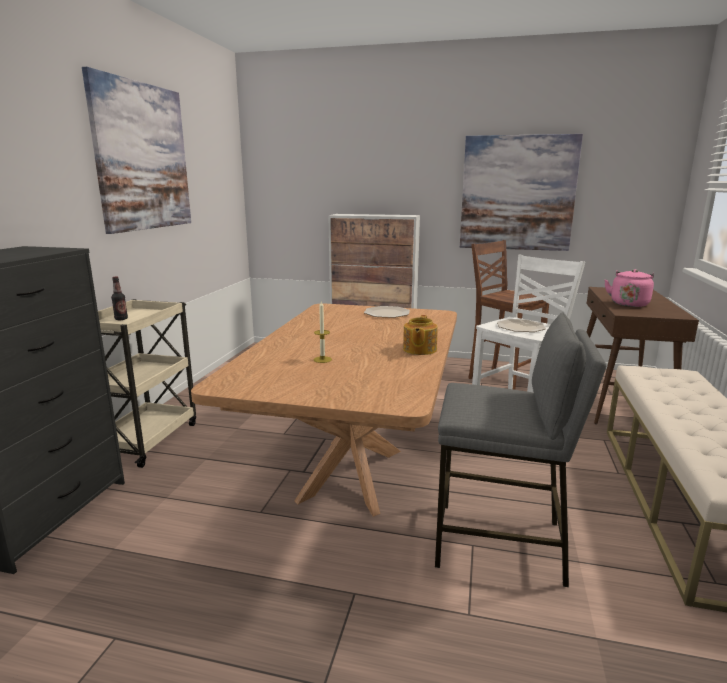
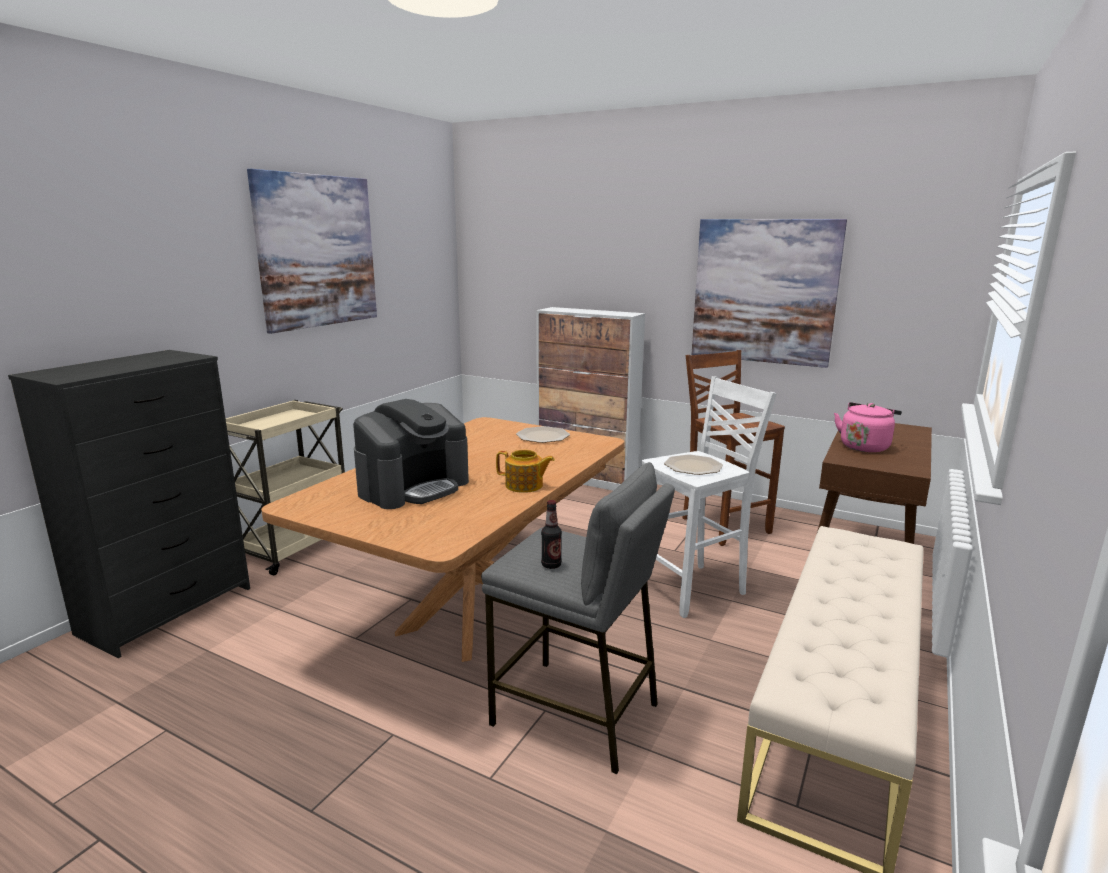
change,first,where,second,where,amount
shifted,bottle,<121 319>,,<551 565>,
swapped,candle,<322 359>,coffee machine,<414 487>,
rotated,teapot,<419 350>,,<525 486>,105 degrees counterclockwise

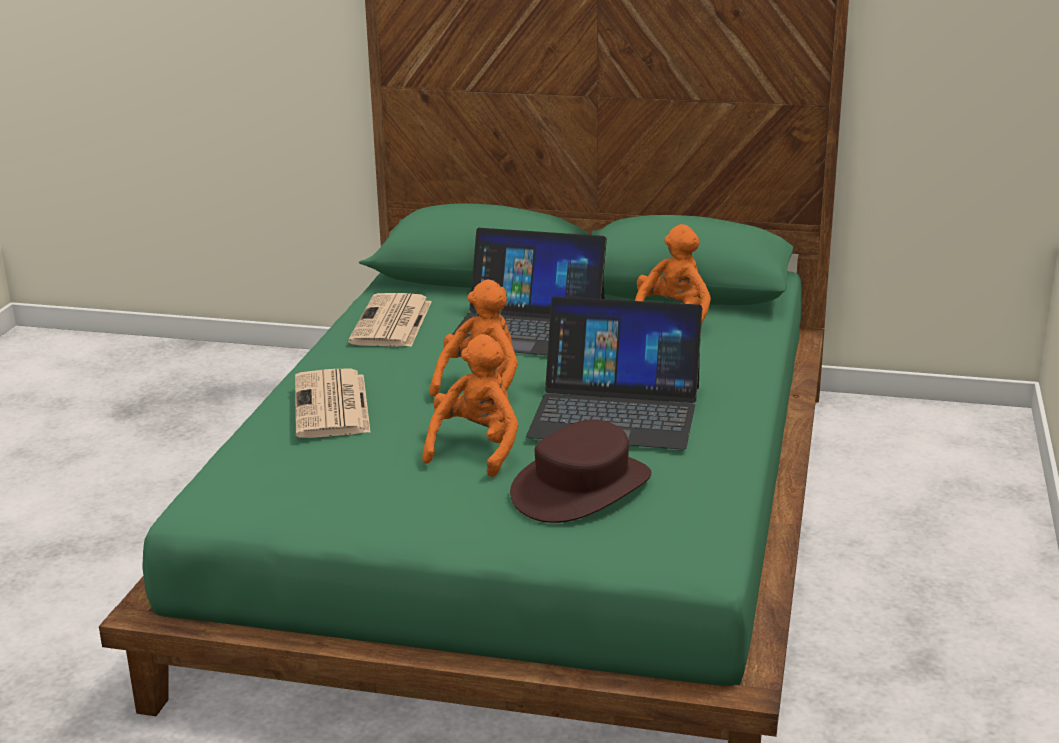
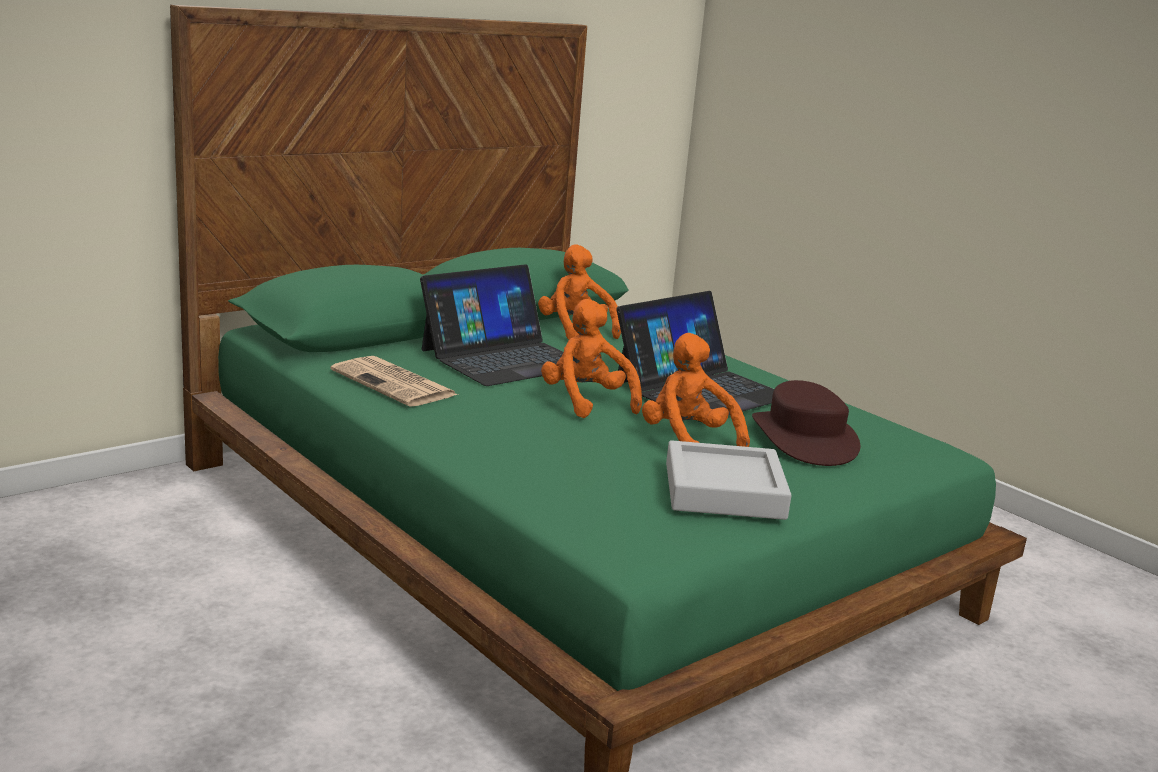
change,first,where,second,where,amount
gone,newspaper,<332 406>,,,
new,,,tray (grey),<724 491>,

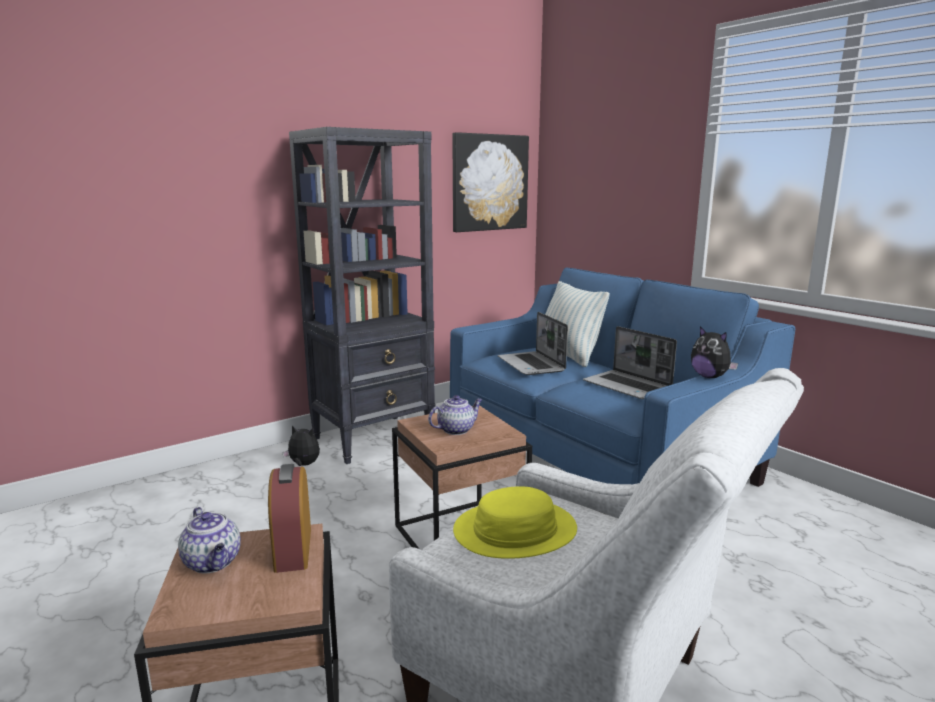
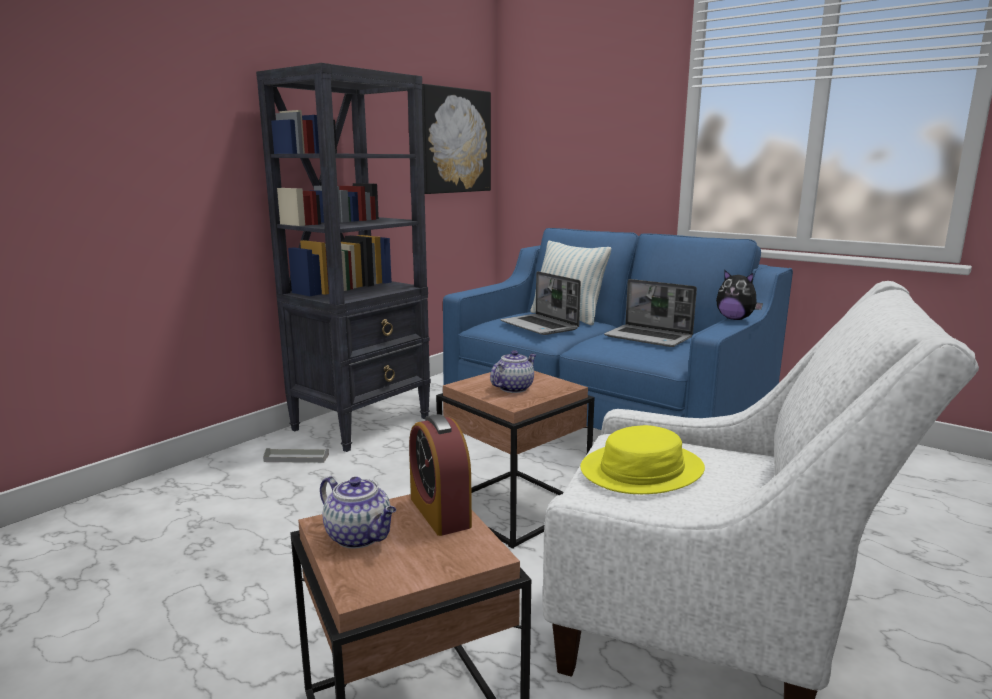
change,first,where,second,where,amount
swapped,plush toy,<303 465>,tray (grey),<296 458>,

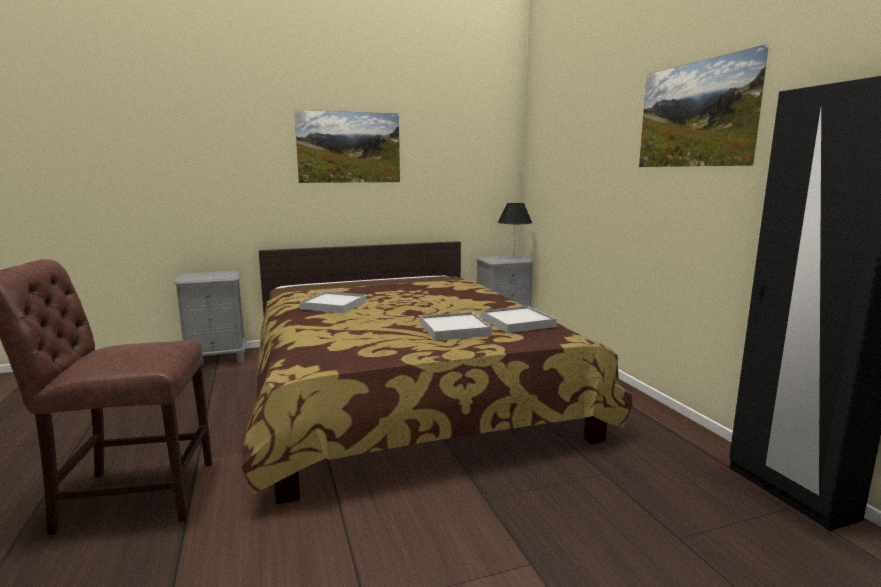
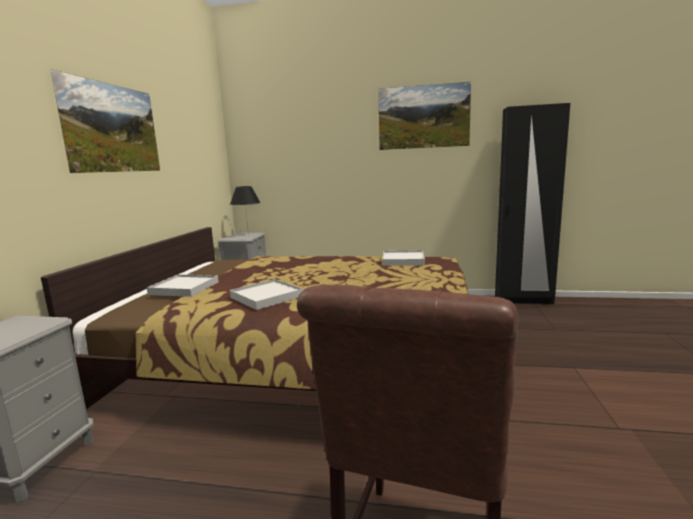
change,first,where,second,where,amount
shifted,tray (white),<454 329>,,<184 288>,

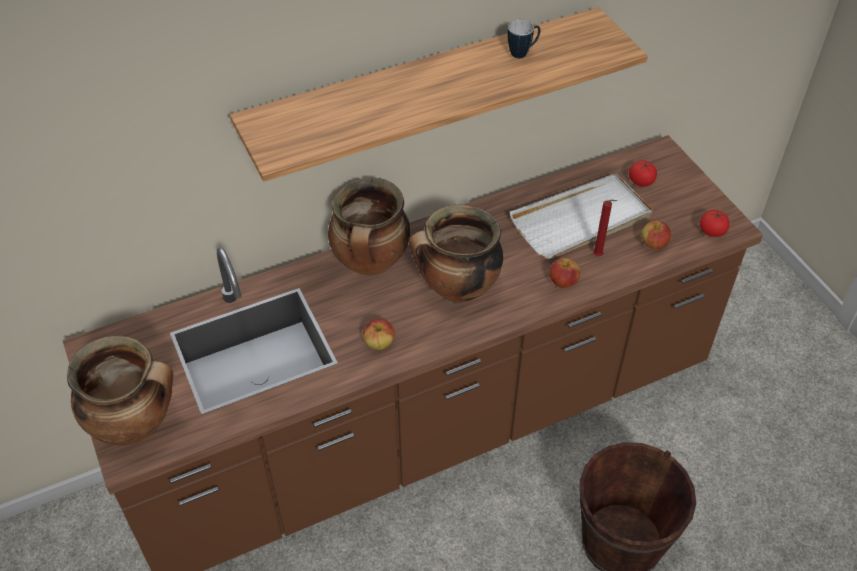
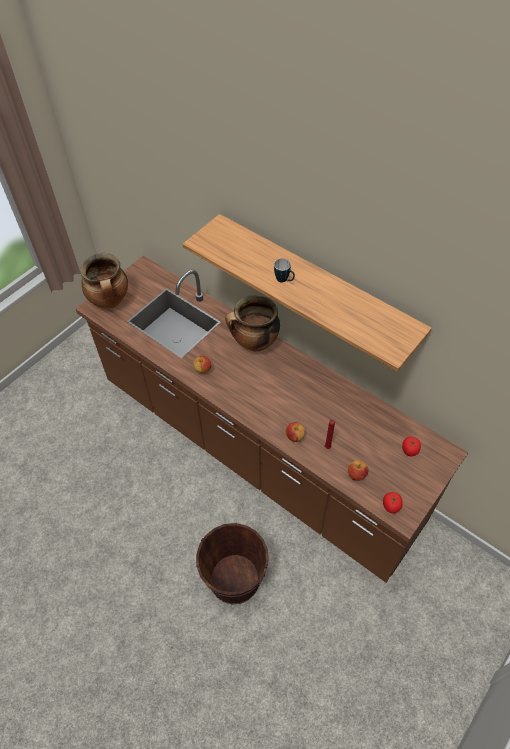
change,first,where,second,where,amount
gone,cooking pot,<457 289>,,,
gone,tray (white),<581 220>,,,
shifted,mug,<523 53>,,<284 280>,

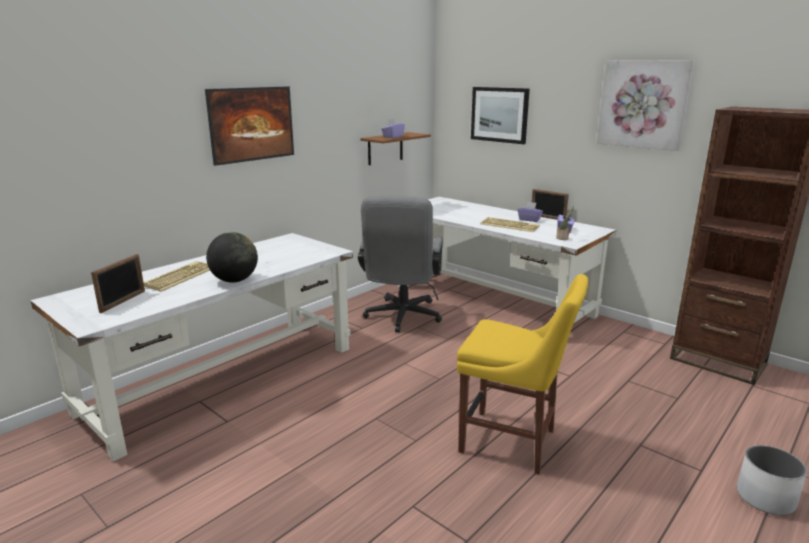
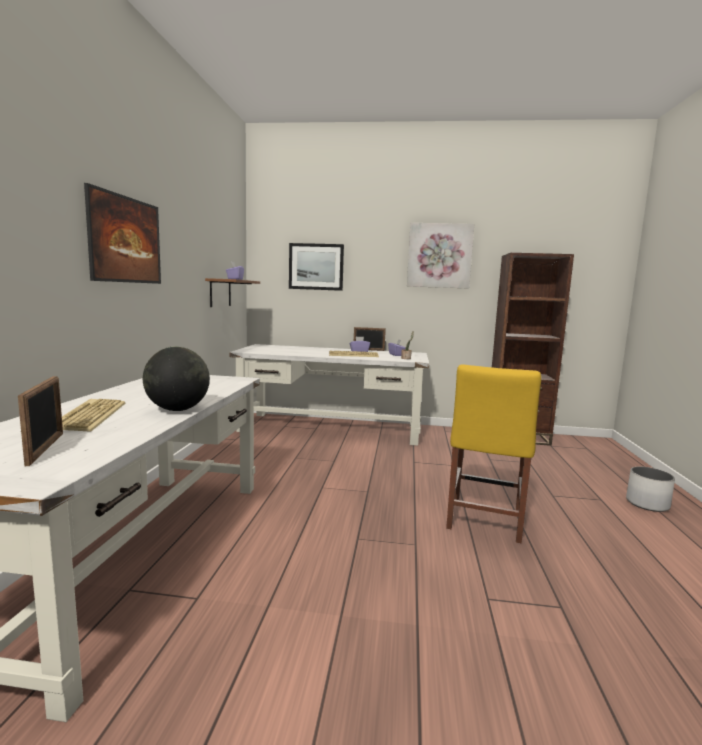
change,first,where,second,where,amount
gone,office chair (grey),<402 318>,,,
rotated,chair (yellow),<513 442>,,<483 520>,120 degrees clockwise

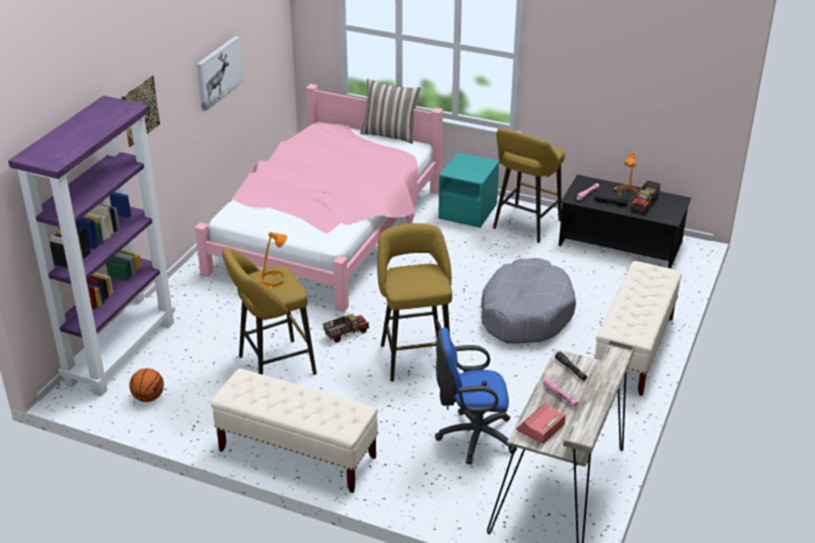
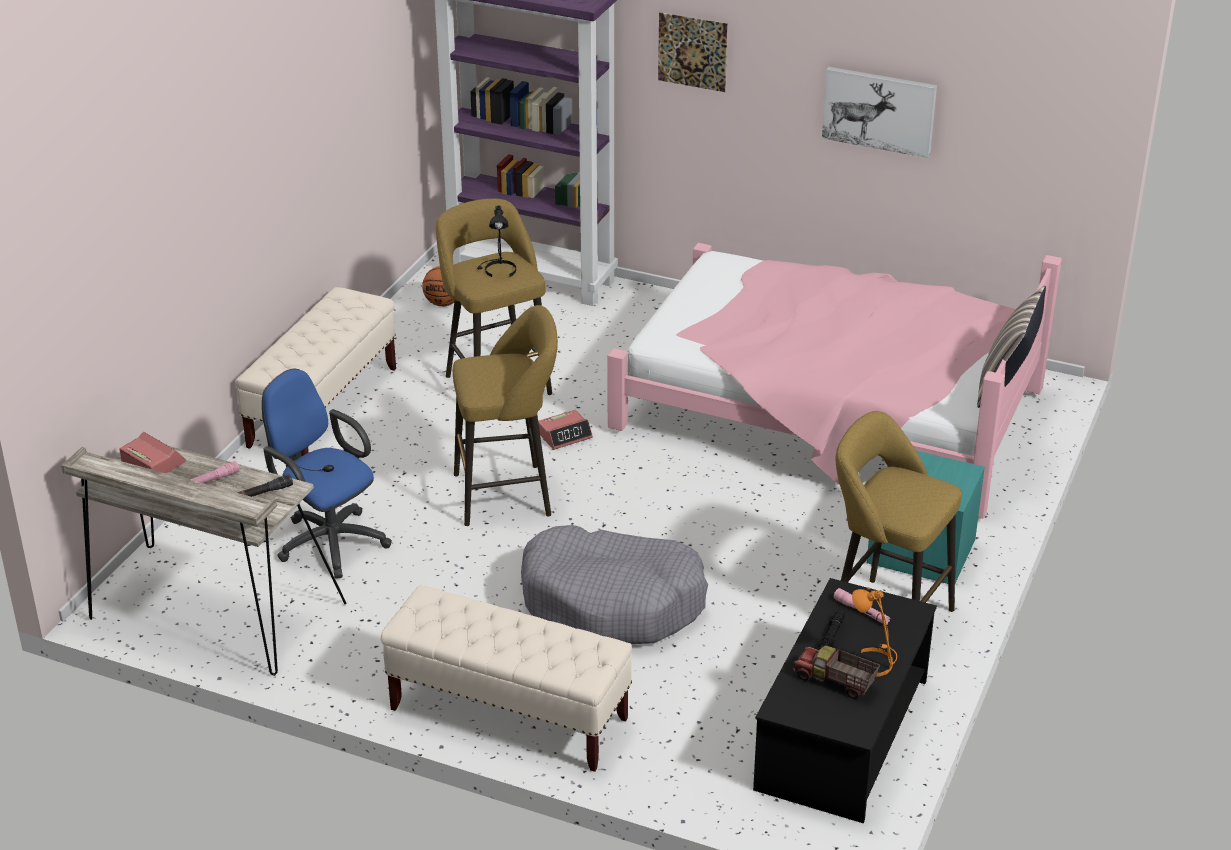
change,first,where,second,where,amount
swapped,toy truck,<345 333>,alarm clock,<565 435>,
repainted,table lamp (orange),<273 280>,table lamp (black),<498 270>,
rotated,office chair (blue),<472 437>,,<328 540>,45 degrees counterclockwise

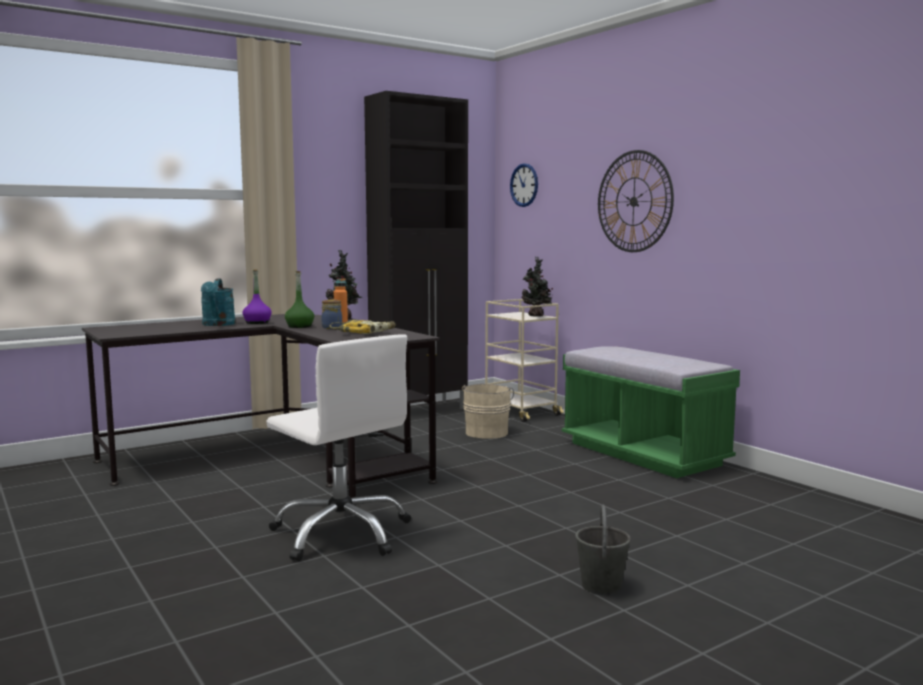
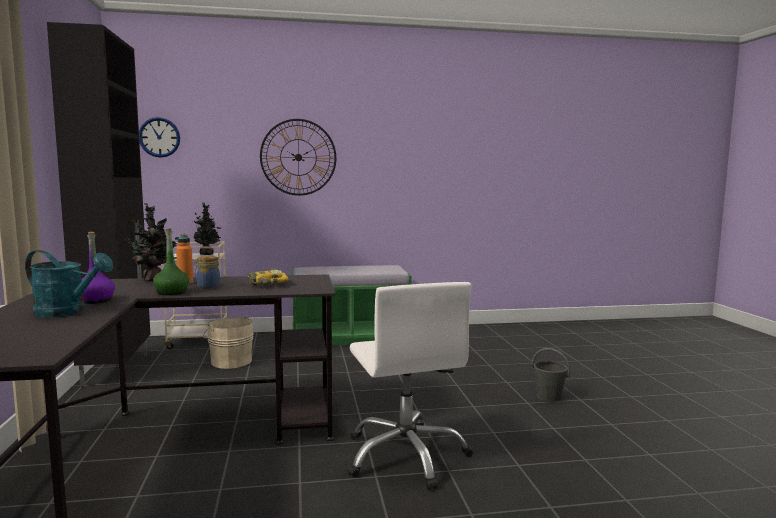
change,first,where,second,where,amount
rotated,office chair (white),<342 533>,,<406 455>,90 degrees clockwise

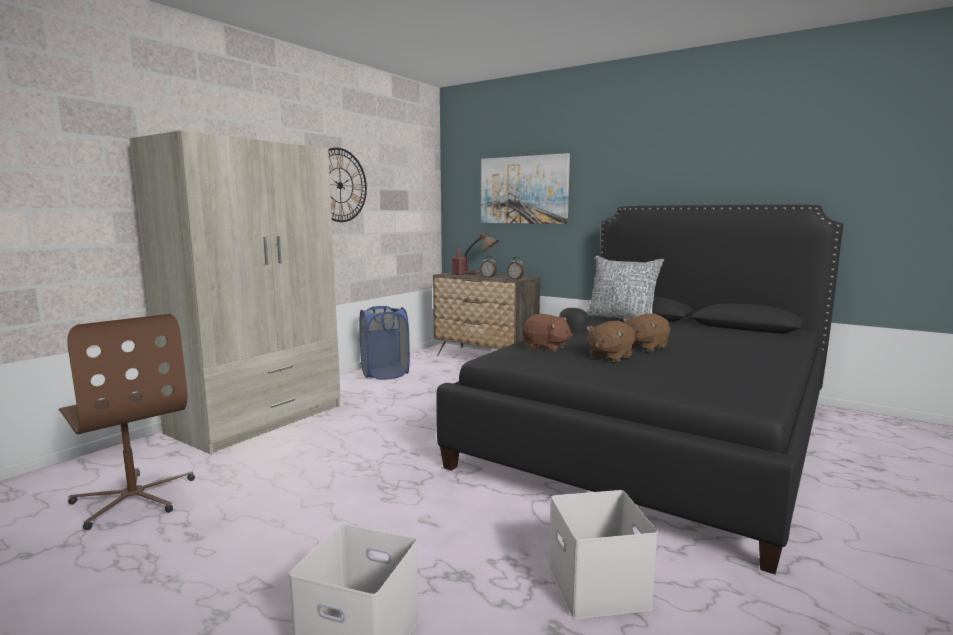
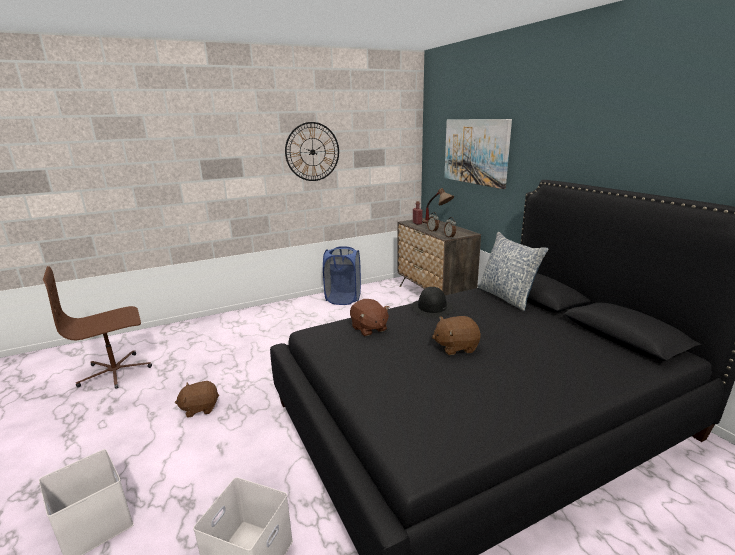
change,first,where,second,where,amount
gone,wardrobe (beige),<258 419>,,,
shifted,plush toy (brown),<609 357>,,<200 408>,
rotated,office chair (brown),<134 498>,,<115 372>,75 degrees clockwise

